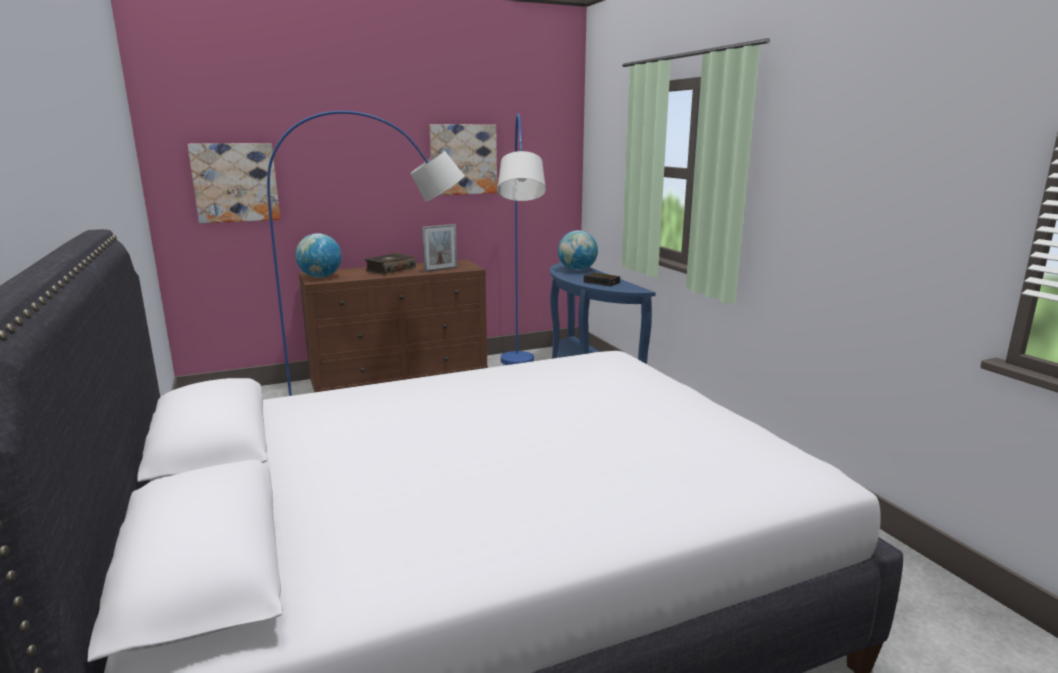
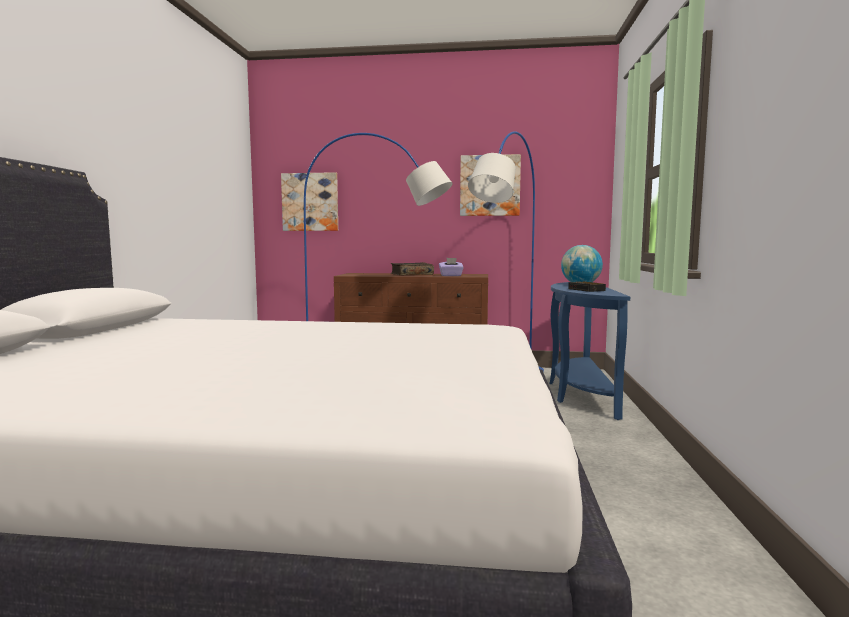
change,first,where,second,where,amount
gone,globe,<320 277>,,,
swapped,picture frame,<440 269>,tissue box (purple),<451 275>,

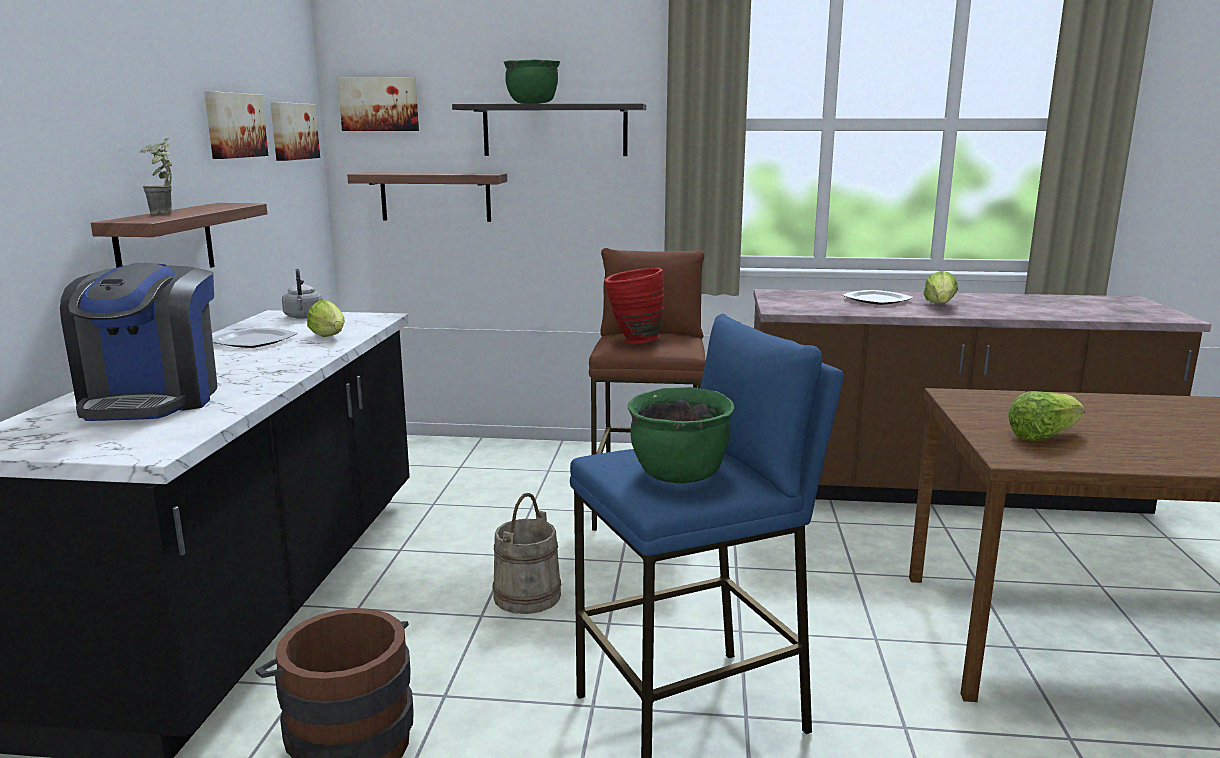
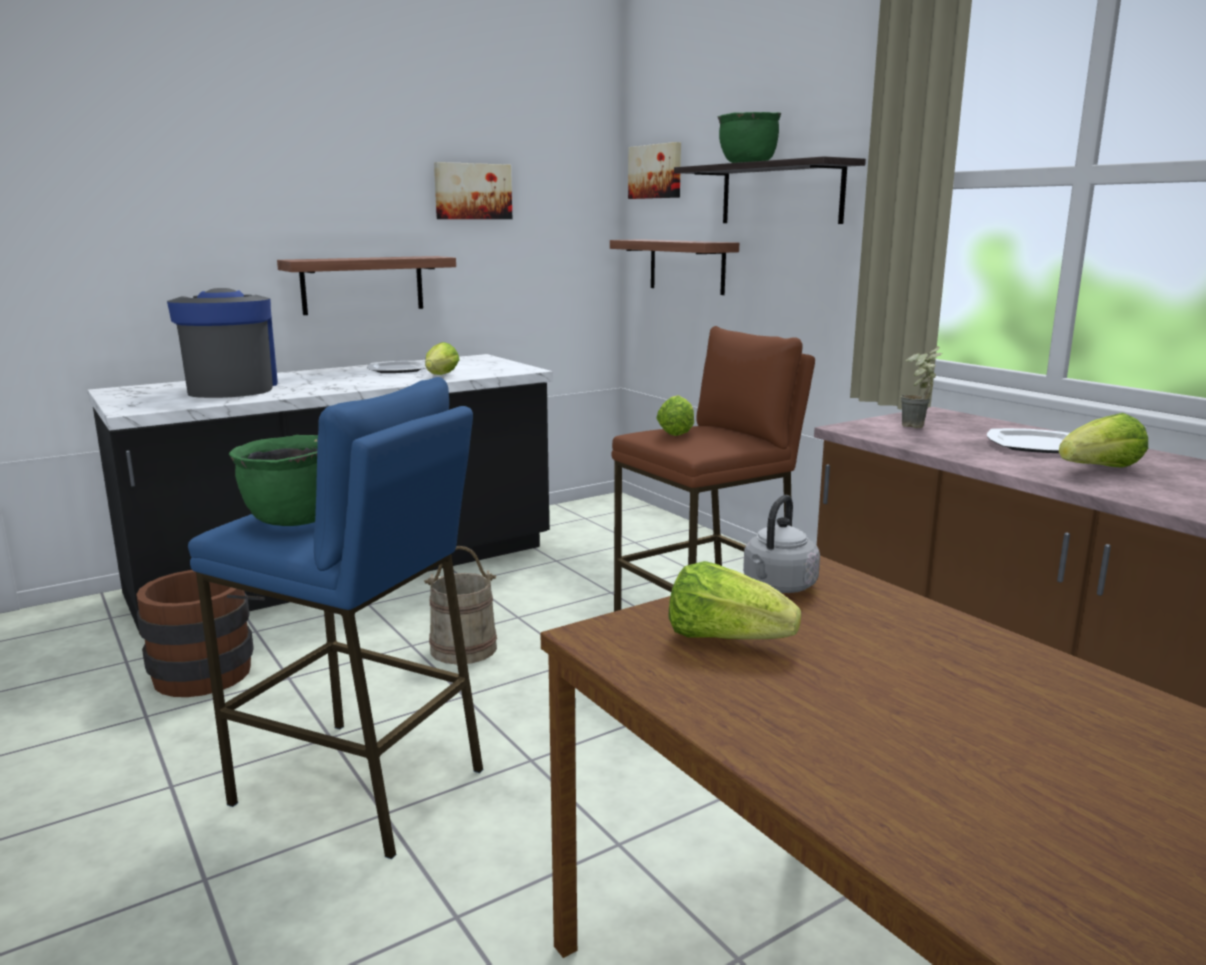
change,first,where,second,where,amount
gone,picture,<292 131>,,,
shifted,potted plant,<165 214>,,<916 427>,
shifted,kettle (grey),<303 317>,,<777 587>,
swapped,vase (red),<633 341>,lettuce,<676 432>,
rotated,coffee machine,<153 400>,,<231 388>,120 degrees clockwise

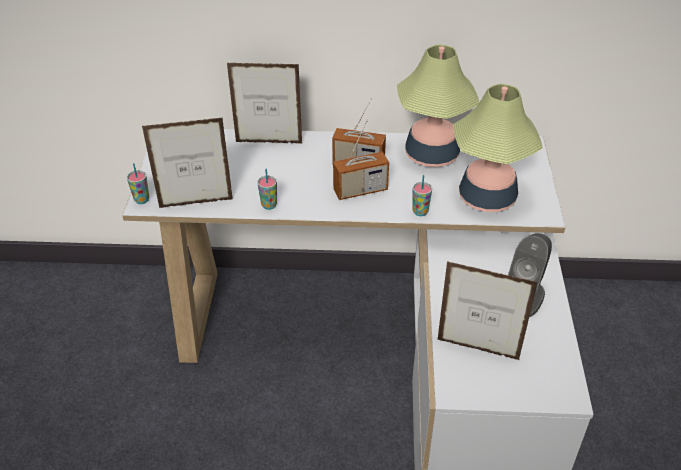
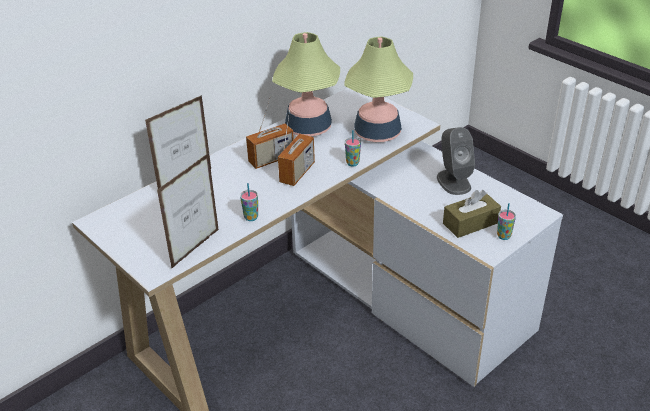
change,first,where,second,where,amount
shifted,cup,<142 200>,,<503 236>,
swapped,picture frame,<478 349>,tissue box (brown),<470 223>,

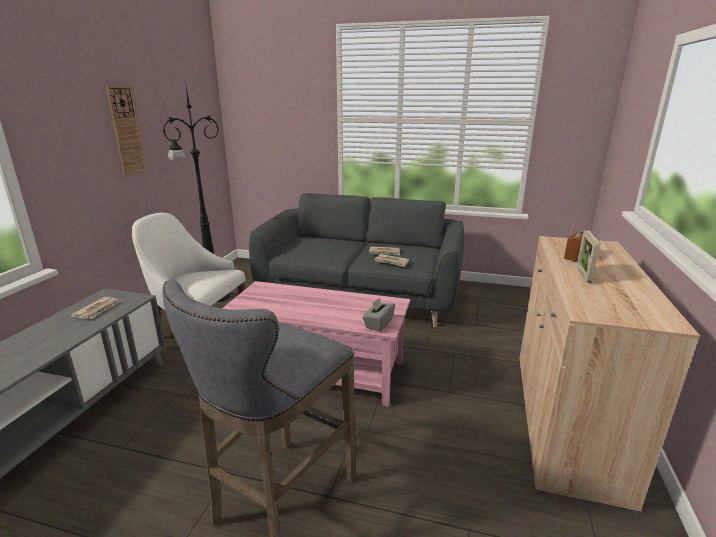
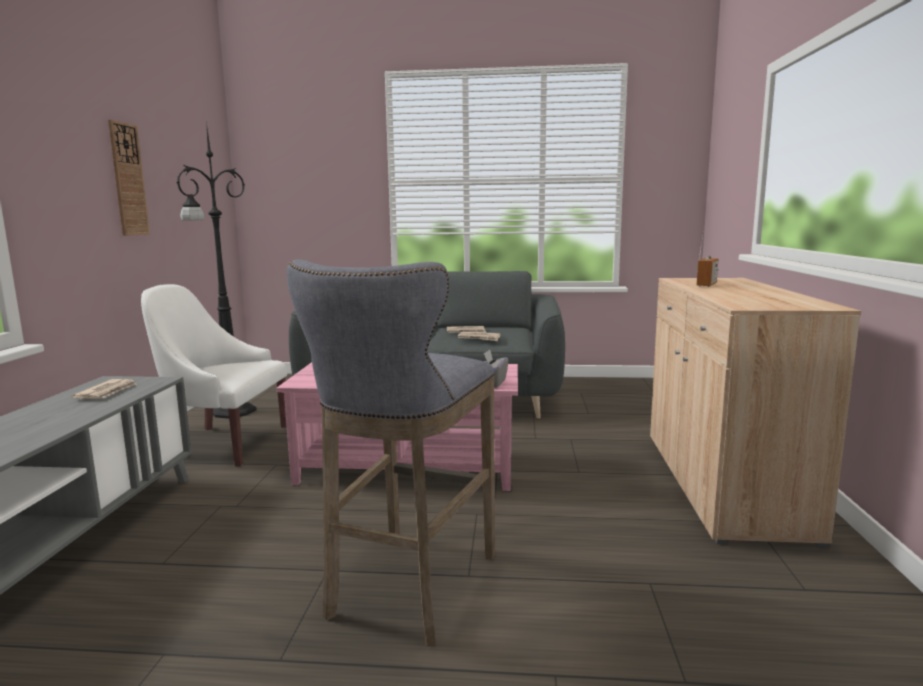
change,first,where,second,where,amount
gone,picture frame,<583 275>,,,

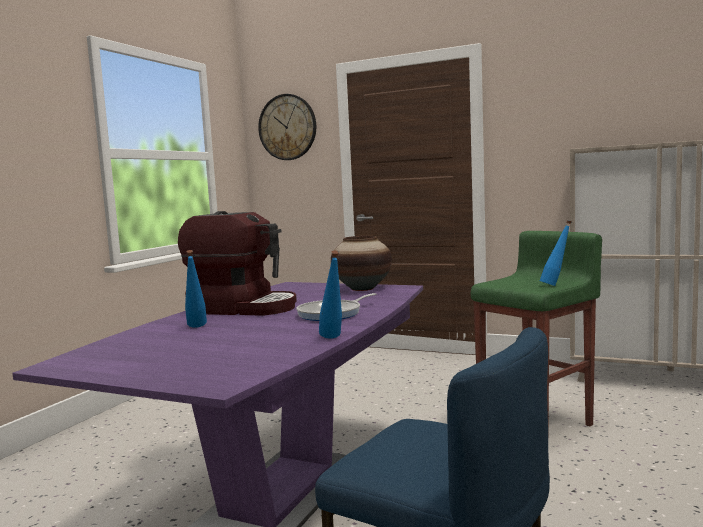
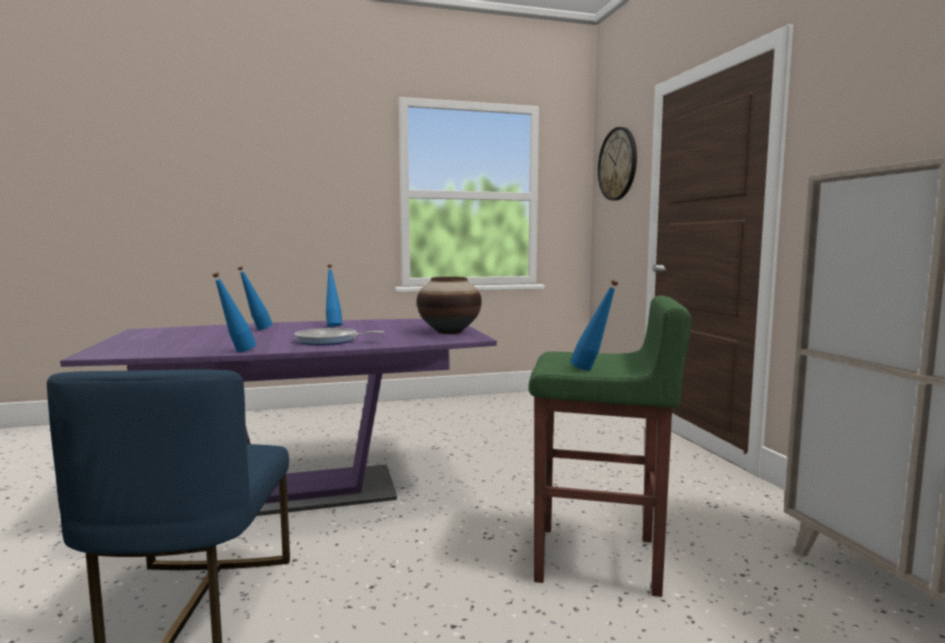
change,first,where,second,where,amount
swapped,coffee machine,<244 308>,bottle (blue),<333 326>,

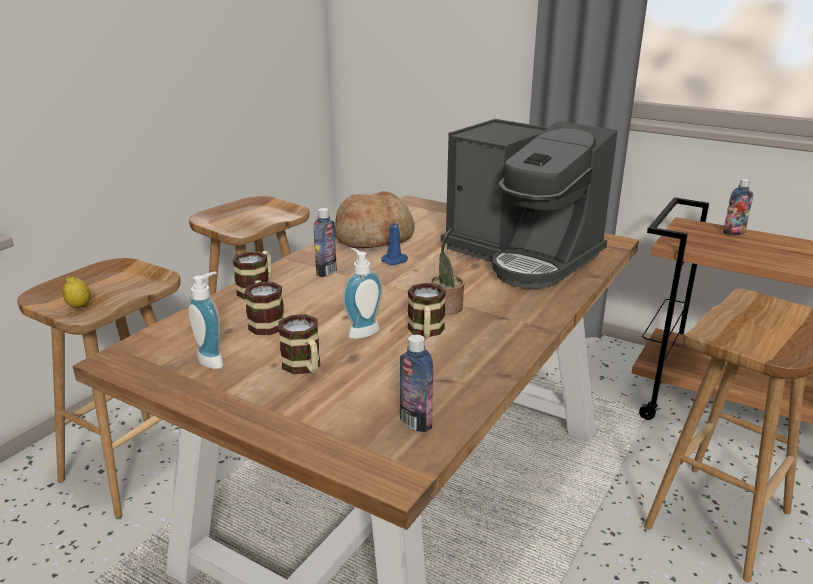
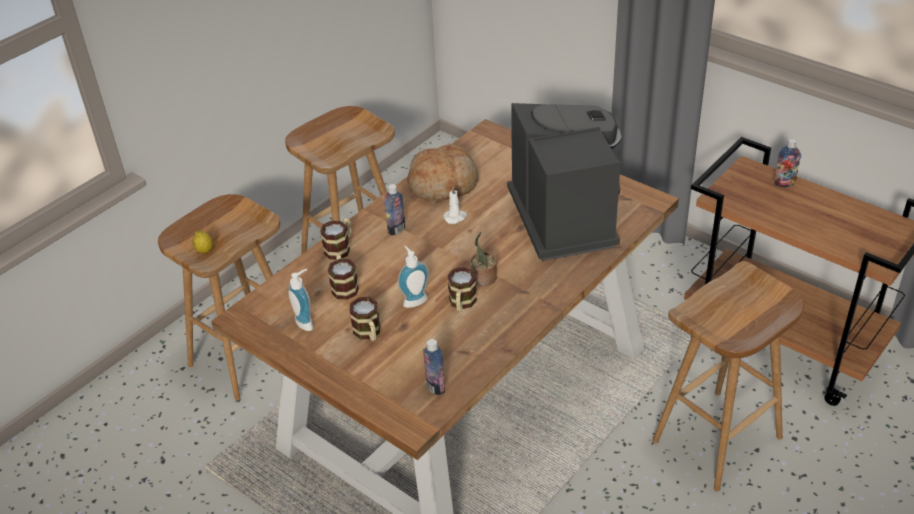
change,first,where,second,where,amount
repainted,candle (blue),<395 260>,candle (white),<455 217>,
rotated,coffee machine,<522 256>,,<565 217>,150 degrees counterclockwise

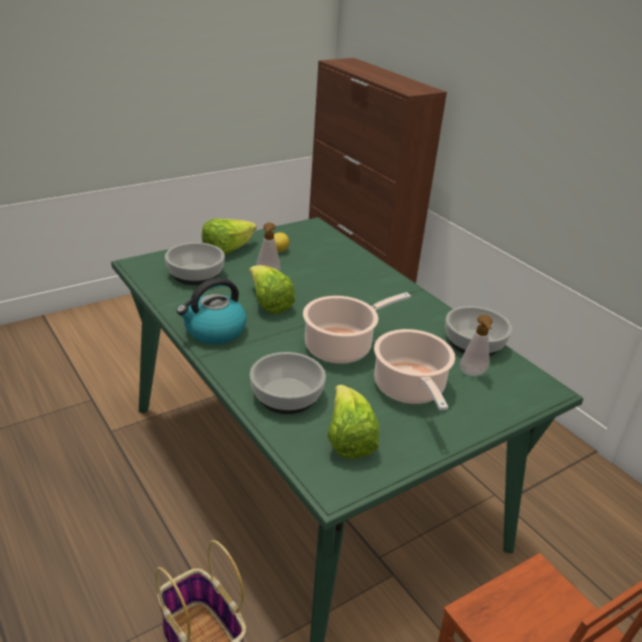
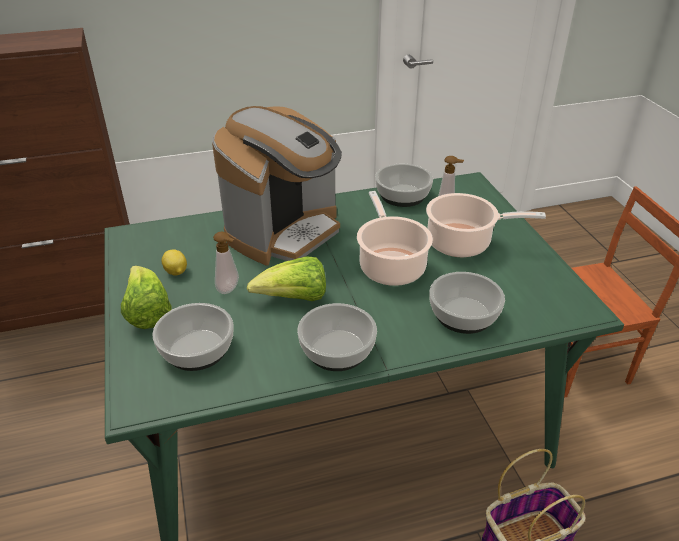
change,first,where,second,where,amount
gone,lettuce,<348 439>,,,
new,,,coffee machine,<284 232>,
swapped,kettle,<214 331>,bowl,<337 349>,

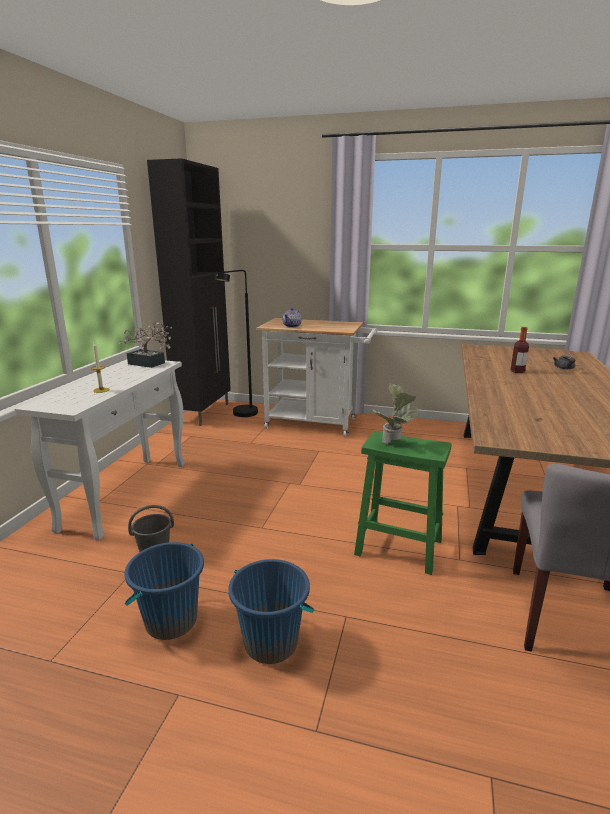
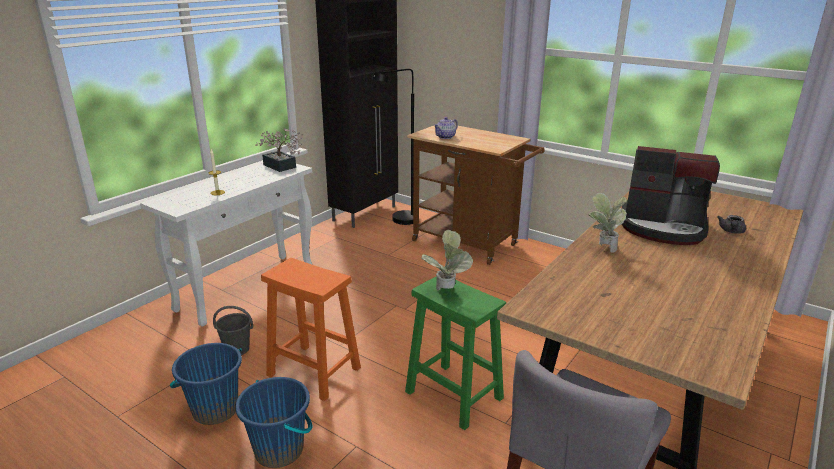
change,first,where,second,where,amount
new,,,stool (orange),<315 372>,
new,,,potted plant,<602 248>,
swapped,bottle,<517 371>,coffee machine,<662 227>,
repainted,cart (white),<317 424>,cart (brown),<470 244>,

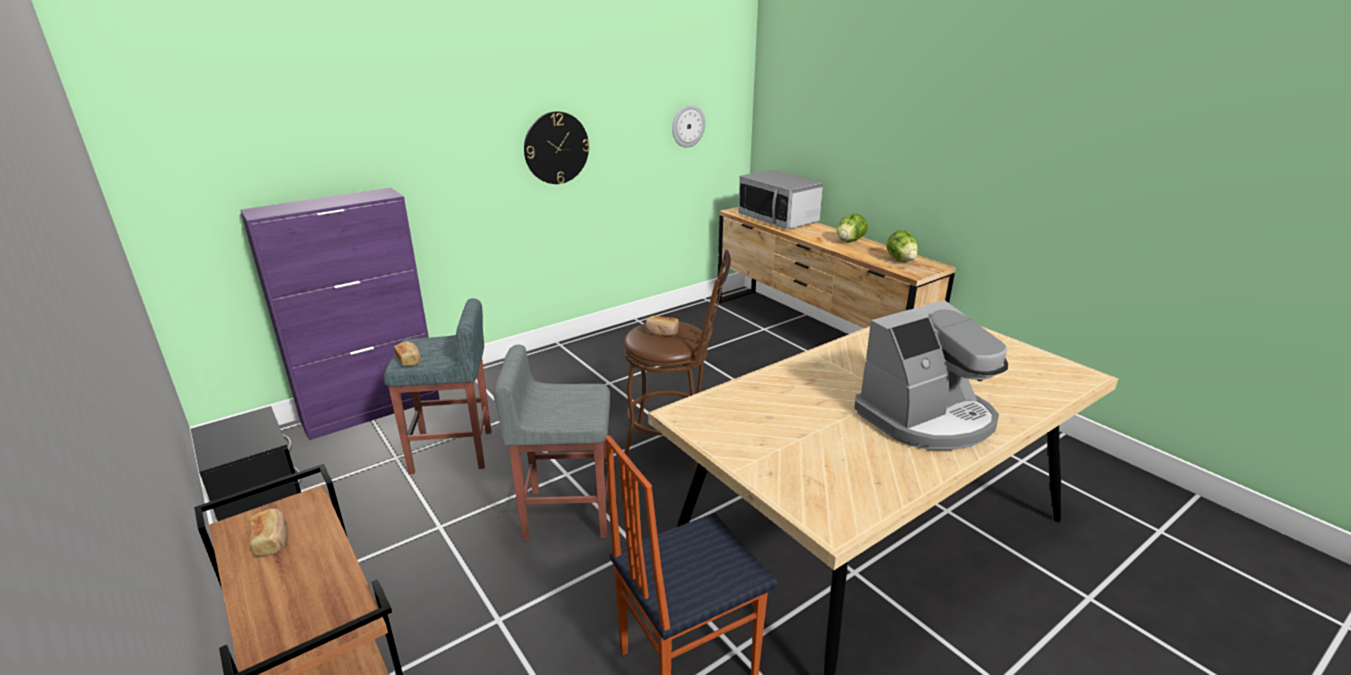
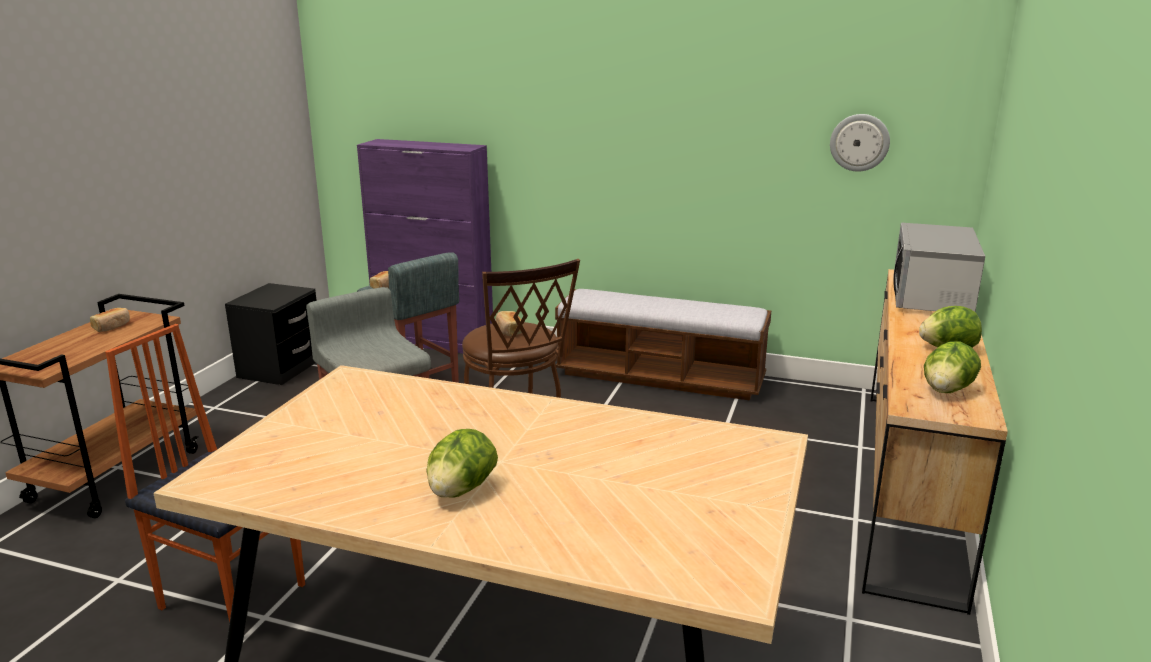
change,first,where,second,where,amount
gone,wall clock,<556 148>,,,
new,,,bench,<660 377>,
swapped,coffee machine,<927 418>,lettuce,<461 490>,

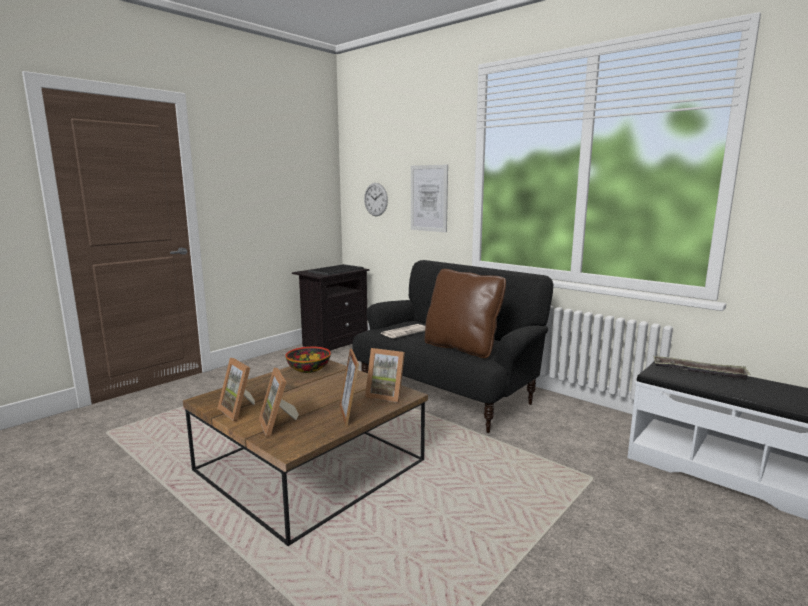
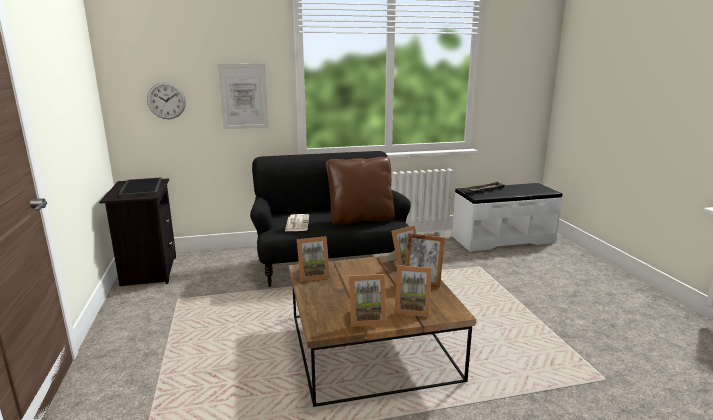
change,first,where,second,where,amount
swapped,bowl,<309 369>,picture frame,<313 275>,

